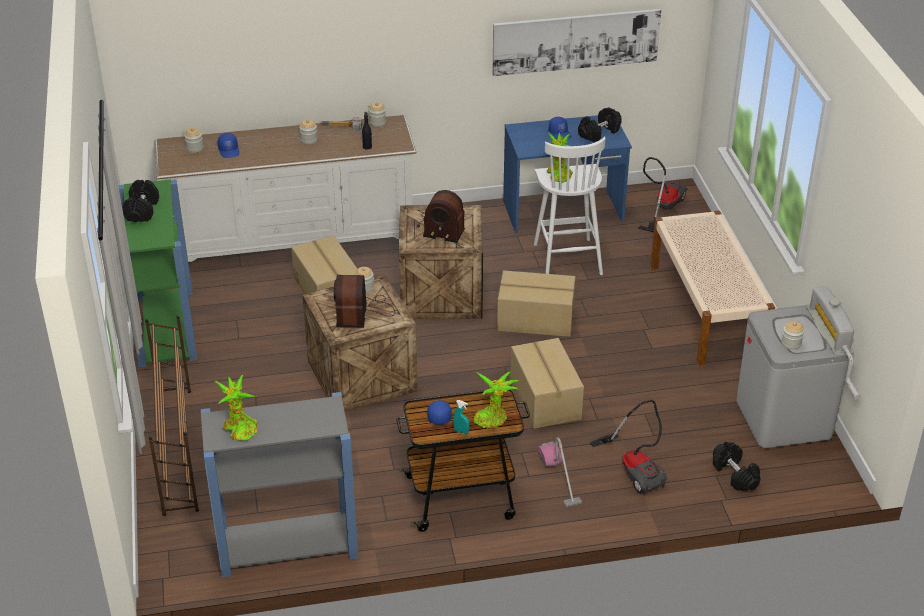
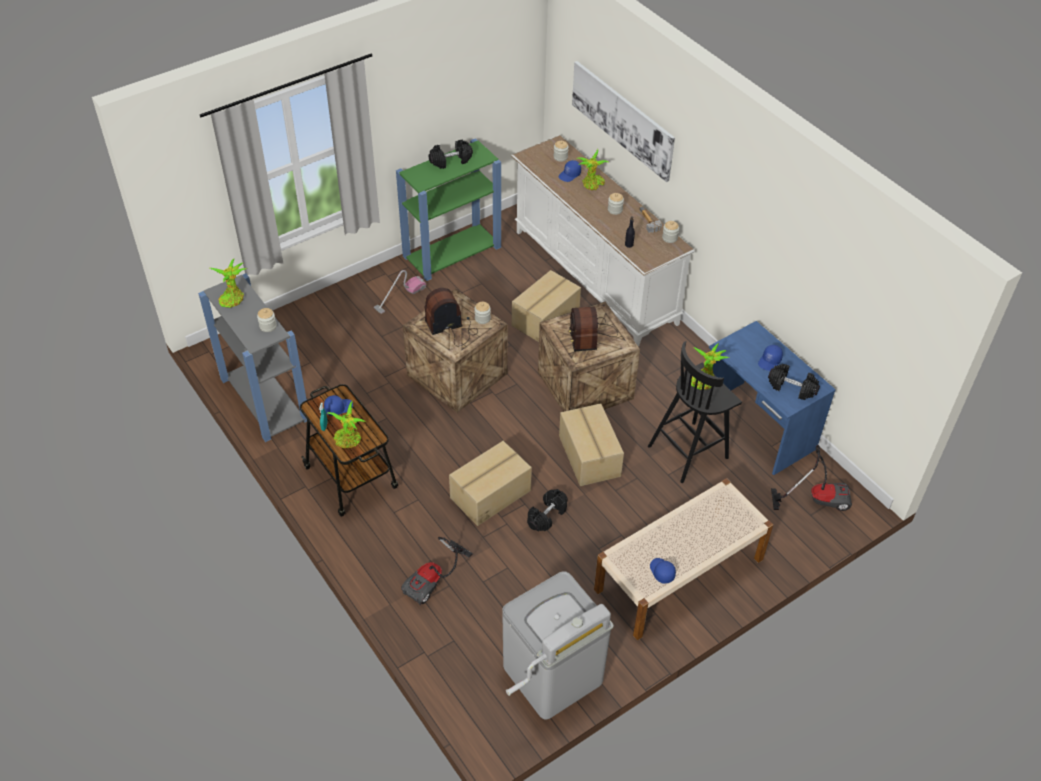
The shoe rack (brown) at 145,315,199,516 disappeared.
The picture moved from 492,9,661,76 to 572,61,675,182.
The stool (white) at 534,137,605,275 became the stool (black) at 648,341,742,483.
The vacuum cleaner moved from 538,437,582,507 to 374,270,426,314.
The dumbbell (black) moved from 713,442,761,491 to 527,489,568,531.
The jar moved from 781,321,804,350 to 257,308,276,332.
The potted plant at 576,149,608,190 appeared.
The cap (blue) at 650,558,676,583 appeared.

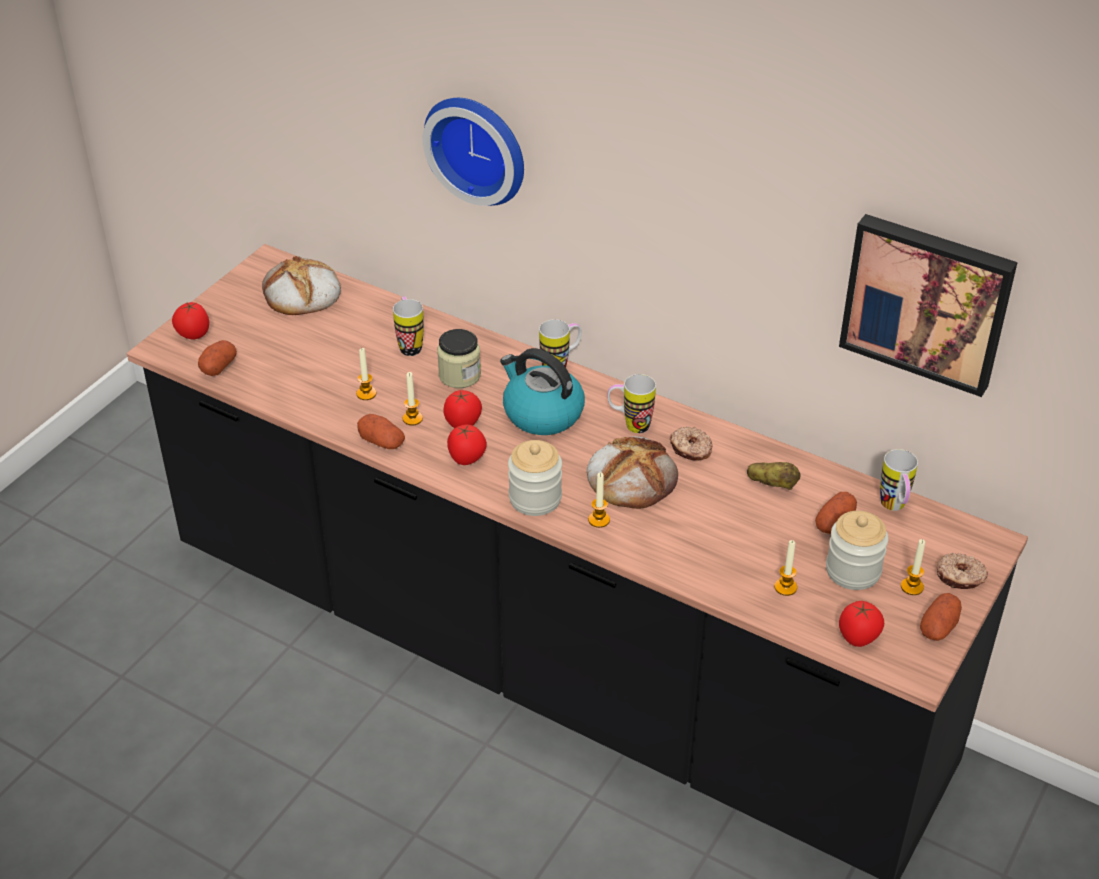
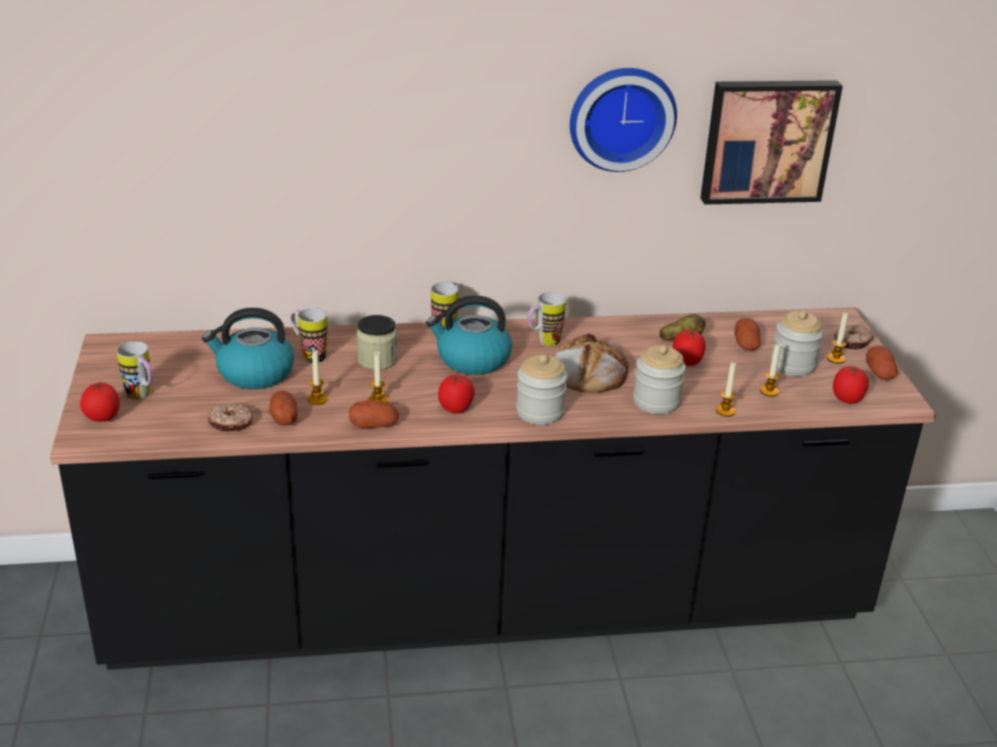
The potato moved from 198,340,237,376 to 269,391,297,426.
The bread at 262,256,341,315 disappeared.
The wall clock moved from 423,98,524,206 to 570,68,677,172.
The tomato moved from 443,390,482,428 to 672,330,706,366.
The candle moved from 588,472,610,528 to 716,362,736,417.
The donut moved from 670,426,713,461 to 207,403,253,431.
The mug moved from 880,449,918,511 to 116,341,152,400.
The kettle at 202,308,295,389 appeared.
The jar at 633,345,686,414 appeared.

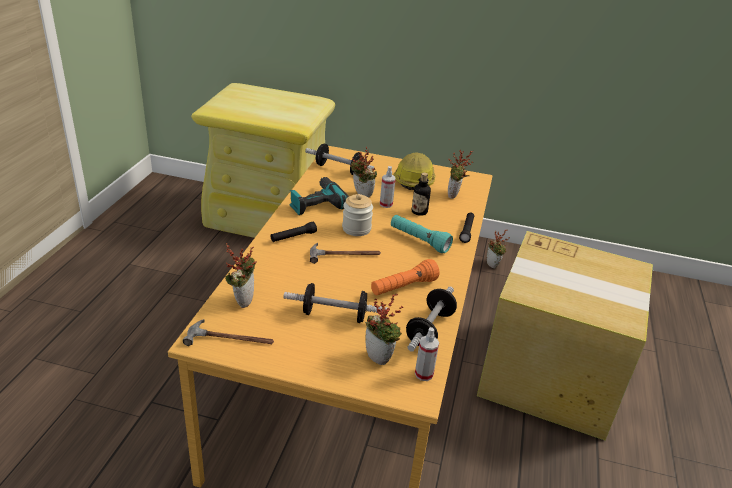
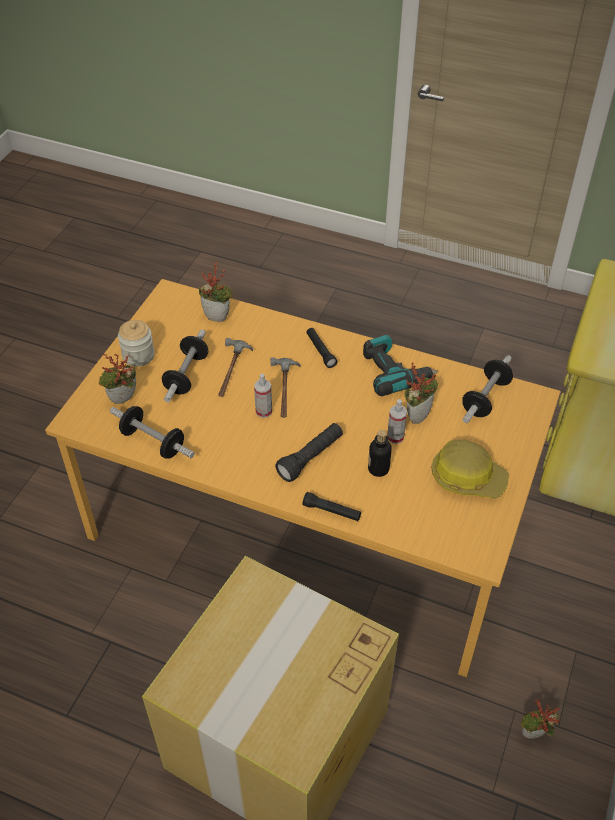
The hammer moved from 183,319,274,346 to 218,338,253,397.
The jar moved from 342,194,373,236 to 118,320,155,366.
The flashlight (orange) at 371,259,440,295 disappeared.
The flashlight (turquoise) at 391,215,453,253 became the flashlight (black) at 275,423,343,482.
The spray bottle moved from 415,327,439,381 to 254,374,272,418.
The potted plant at 448,150,474,199 disappeared.

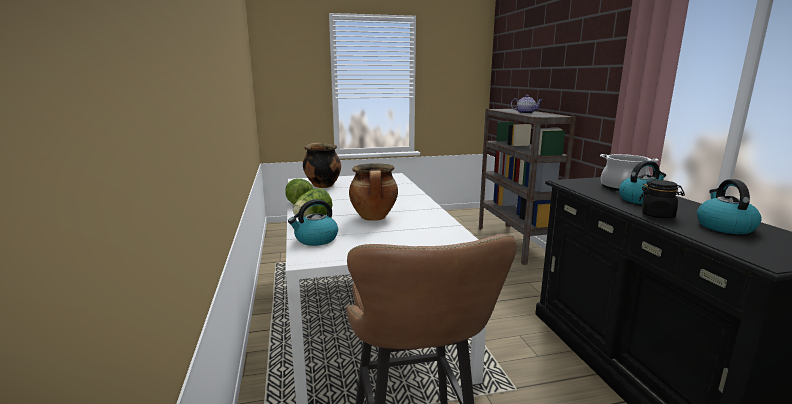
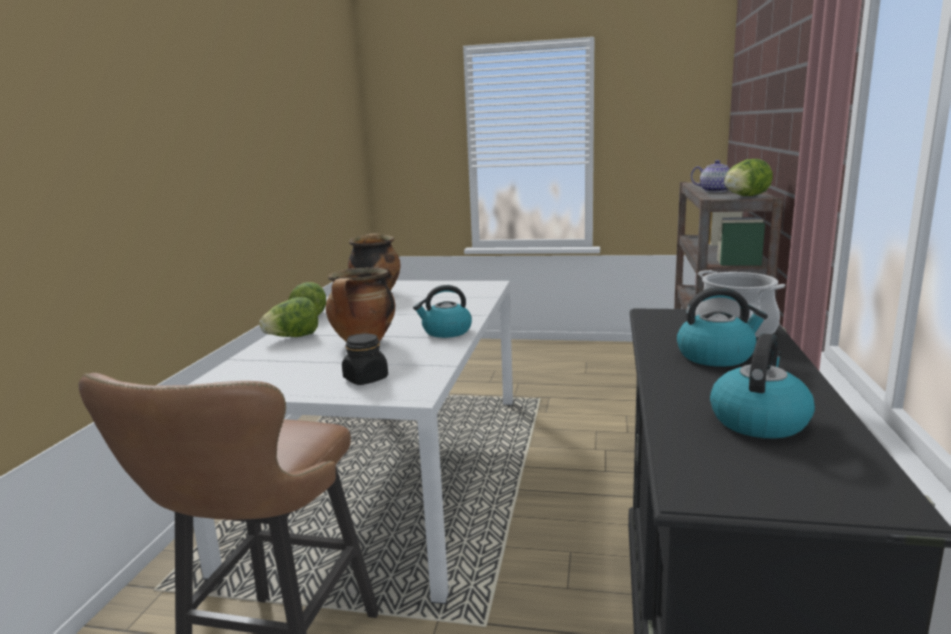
The kettle moved from 288,199,338,246 to 413,285,472,338.
The jar (black) moved from 639,180,685,218 to 342,334,388,385.
The lettuce at 724,159,773,196 appeared.

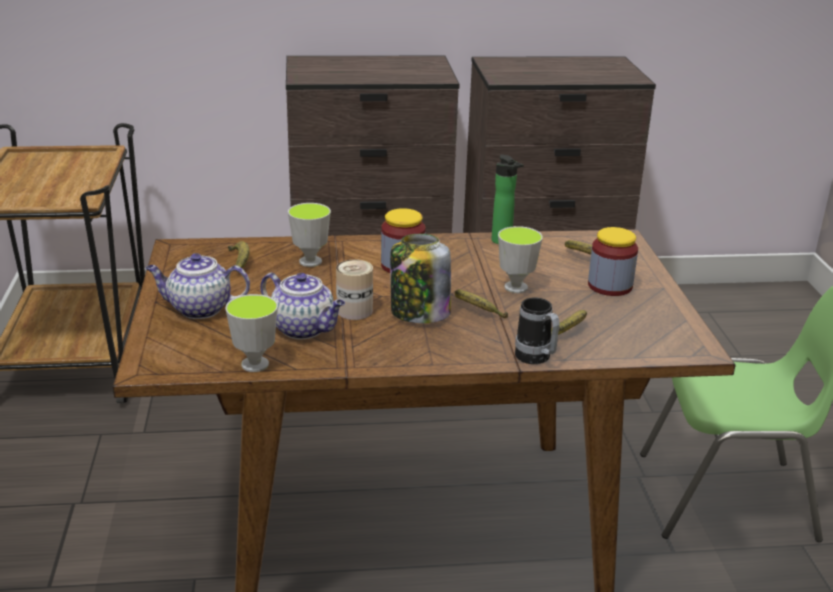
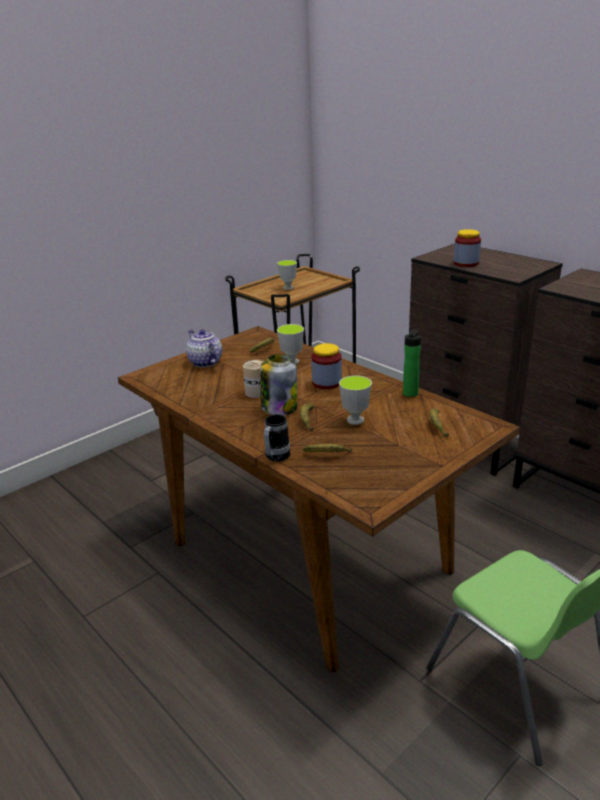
The cup moved from 226,294,278,372 to 277,260,297,290.
The teapot at 260,273,345,339 disappeared.
The jar moved from 588,227,638,296 to 454,229,481,267.

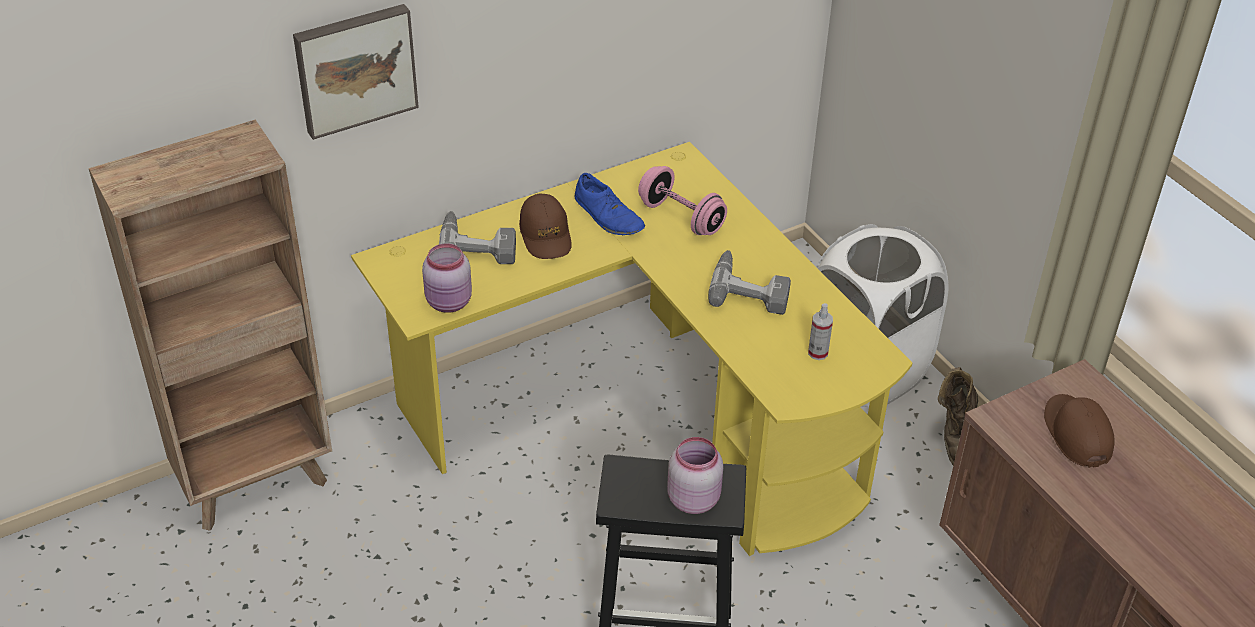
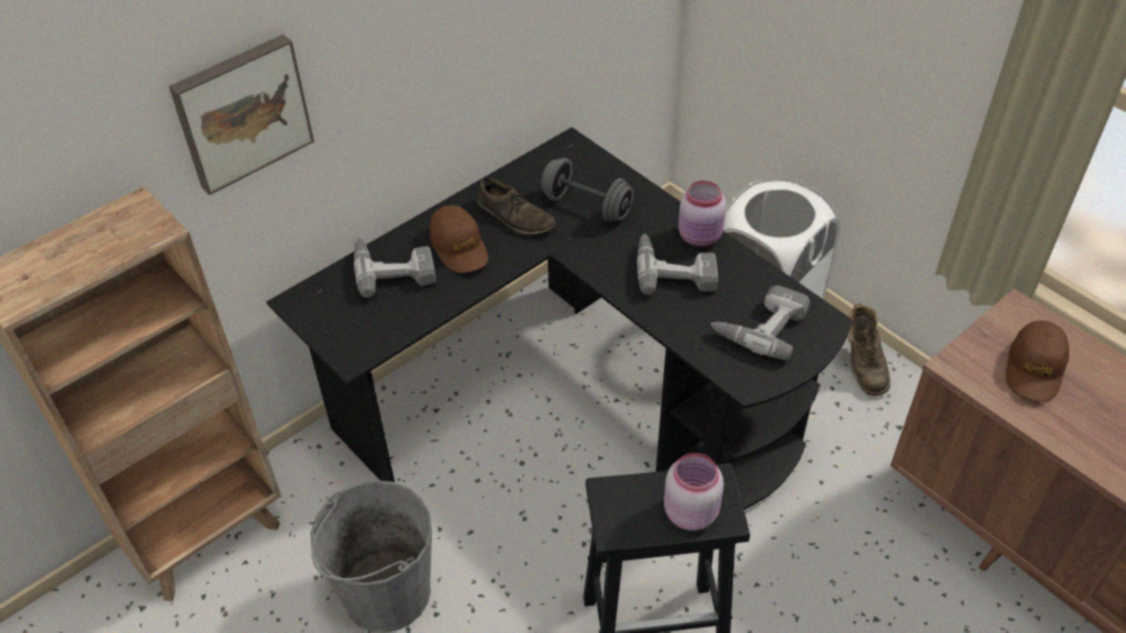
The desk (yellow) at 351,142,912,556 became the desk (black) at 267,127,853,509.
The jar (pink) moved from 422,243,472,313 to 678,181,726,247.
The shoe (blue) at 575,173,645,235 became the shoe (brown) at 477,177,556,235.
The dumbbell (pink) at 638,166,727,235 became the dumbbell (grey) at 541,158,634,222.
The spray bottle at 808,303,833,360 was replaced by the power drill at 711,285,810,360.
The cap (brown) at 1044,394,1115,468 turned 135 degrees counterclockwise.
The bucket (grey) at 311,480,432,633 appeared.

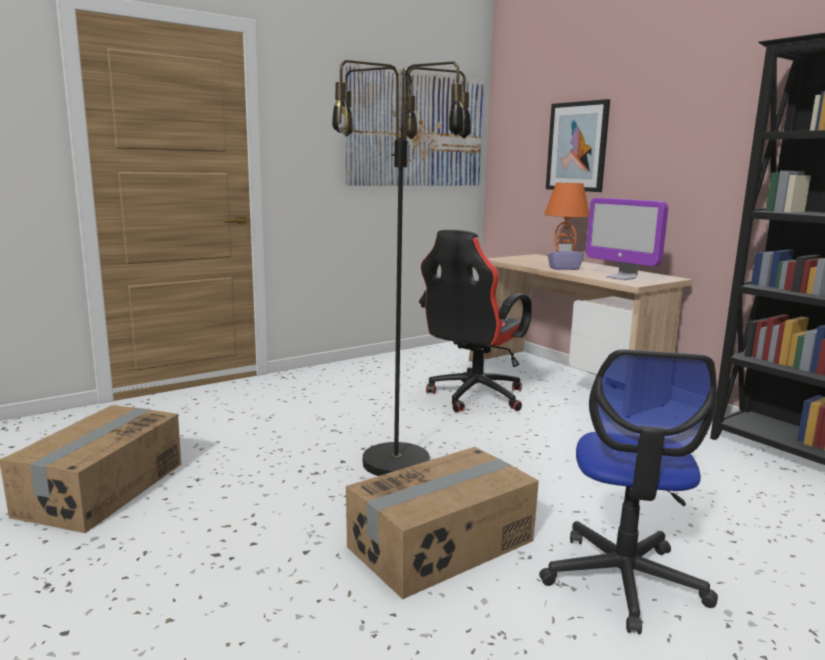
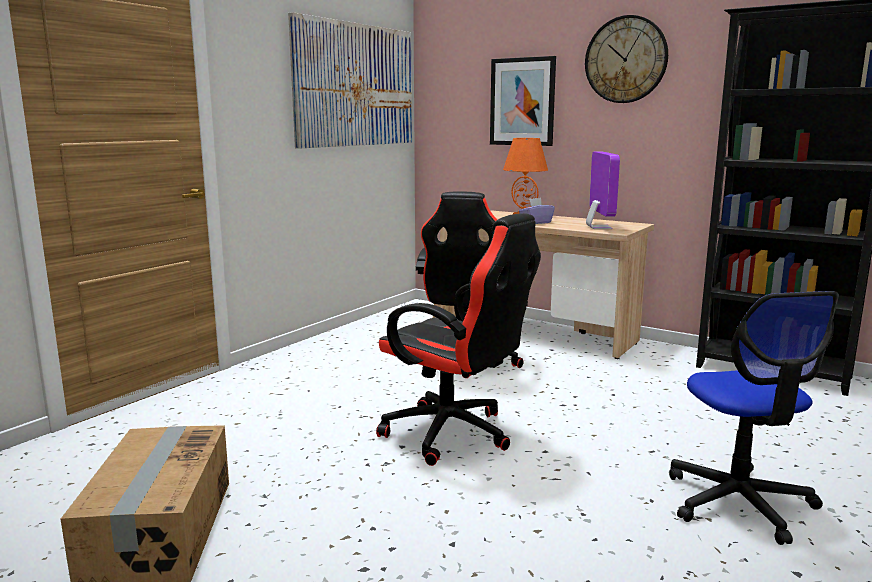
The floor lamp at 332,60,471,476 was replaced by the office chair (black) at 376,213,541,466.
The cardboard box at 346,447,539,599 disappeared.
The monitor at 586,198,668,280 turned 120 degrees counterclockwise.
The wall clock at 585,15,668,103 appeared.

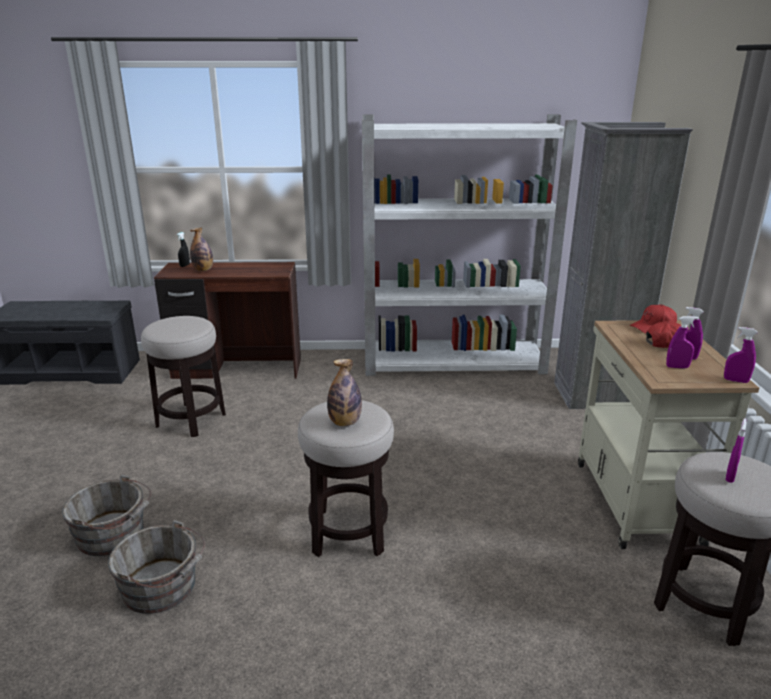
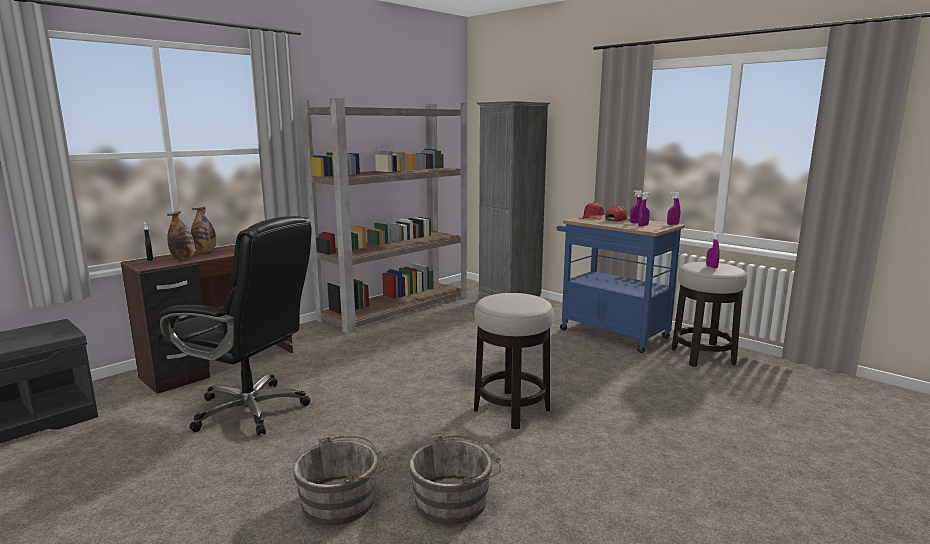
The stool at 141,316,226,437 was replaced by the office chair (black) at 156,216,311,436.
The bottle moved from 327,359,362,426 to 191,207,216,252.
The bookcase (white) at 362,114,577,376 became the bookcase (brown) at 301,98,467,334.
The cart (beige) at 578,320,759,549 became the cart (blue) at 557,215,685,353.

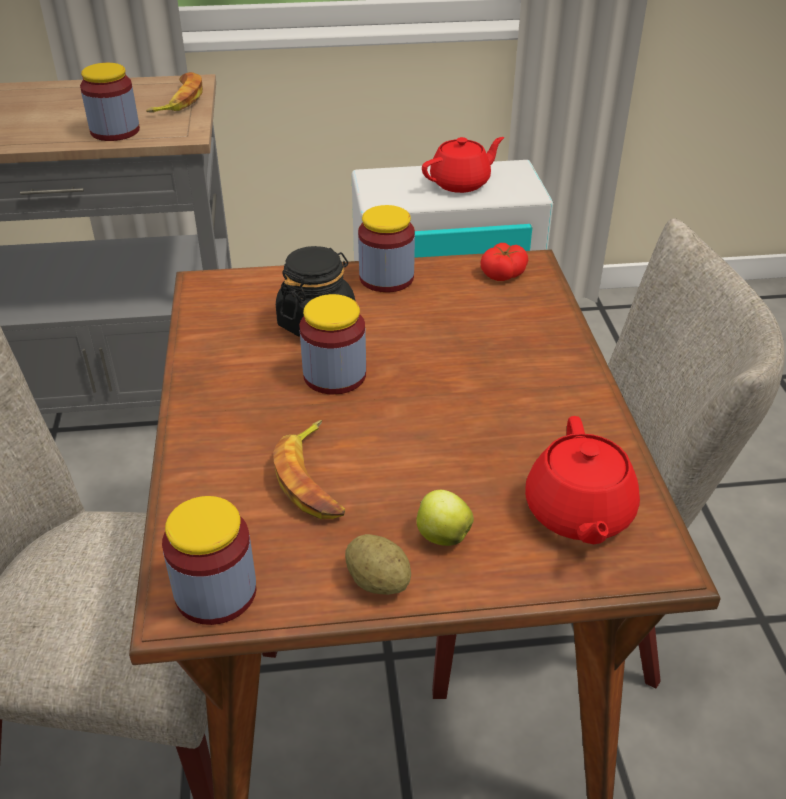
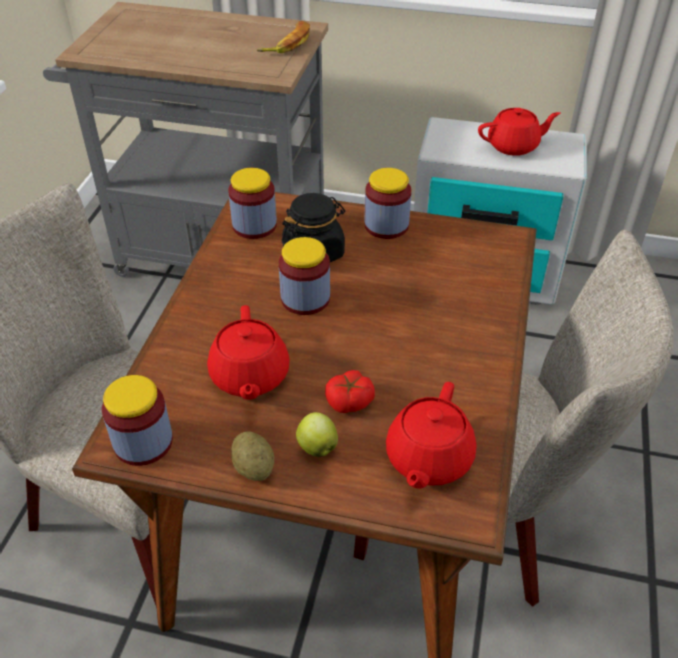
The jar moved from 80,63,140,141 to 228,168,277,239.
The banana at 273,420,345,520 was replaced by the teapot (red) at 207,305,290,400.
The tomato moved from 481,243,528,281 to 325,370,375,413.

